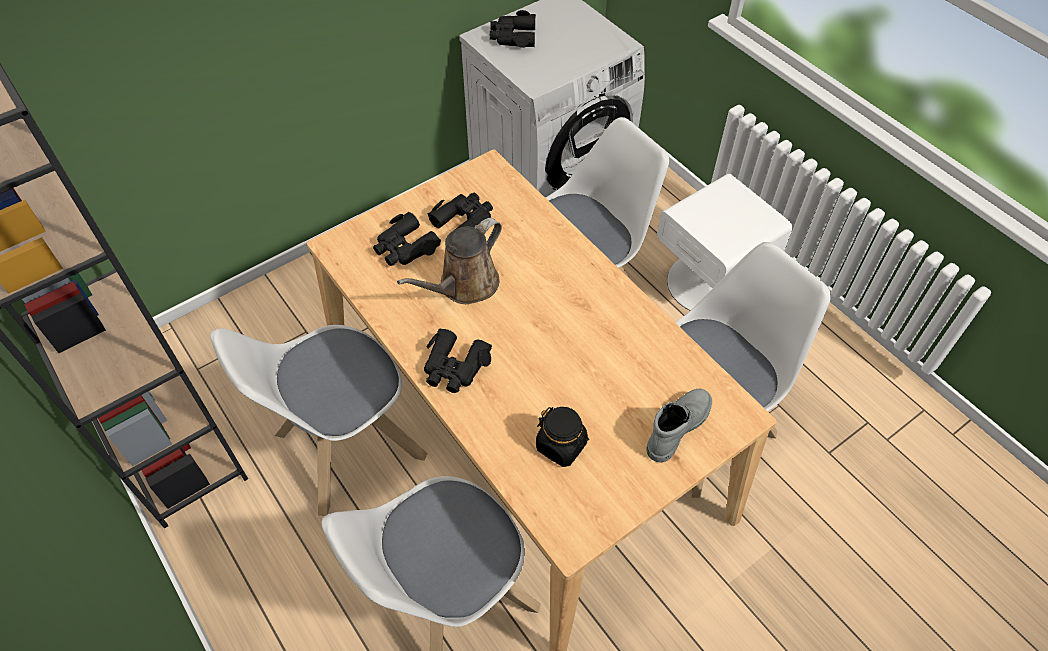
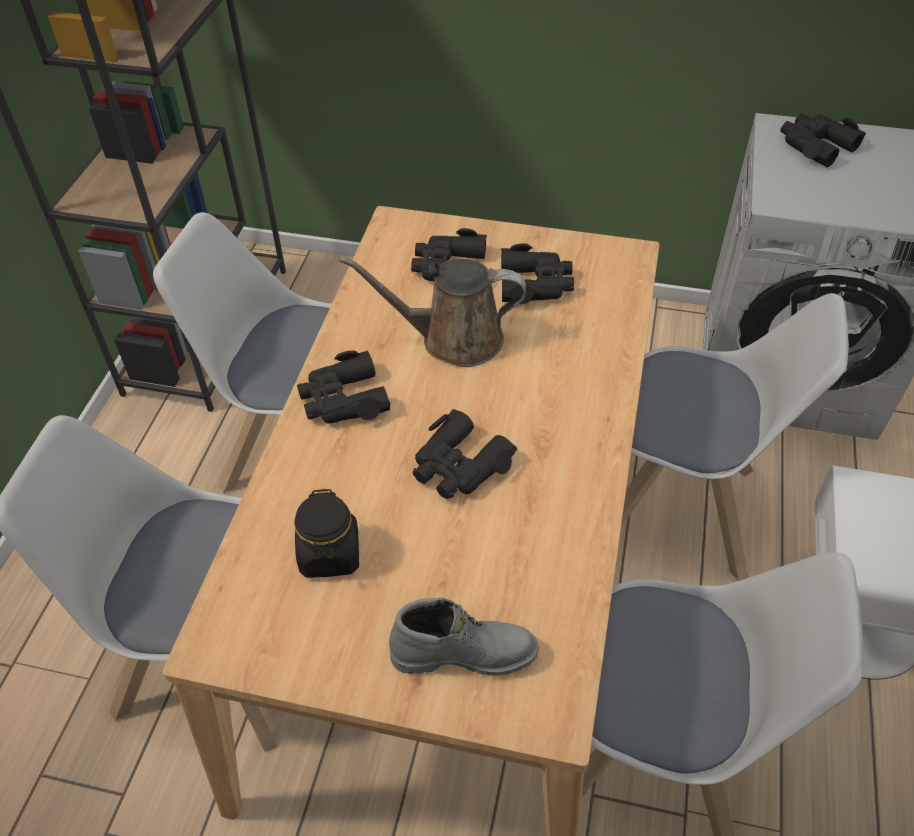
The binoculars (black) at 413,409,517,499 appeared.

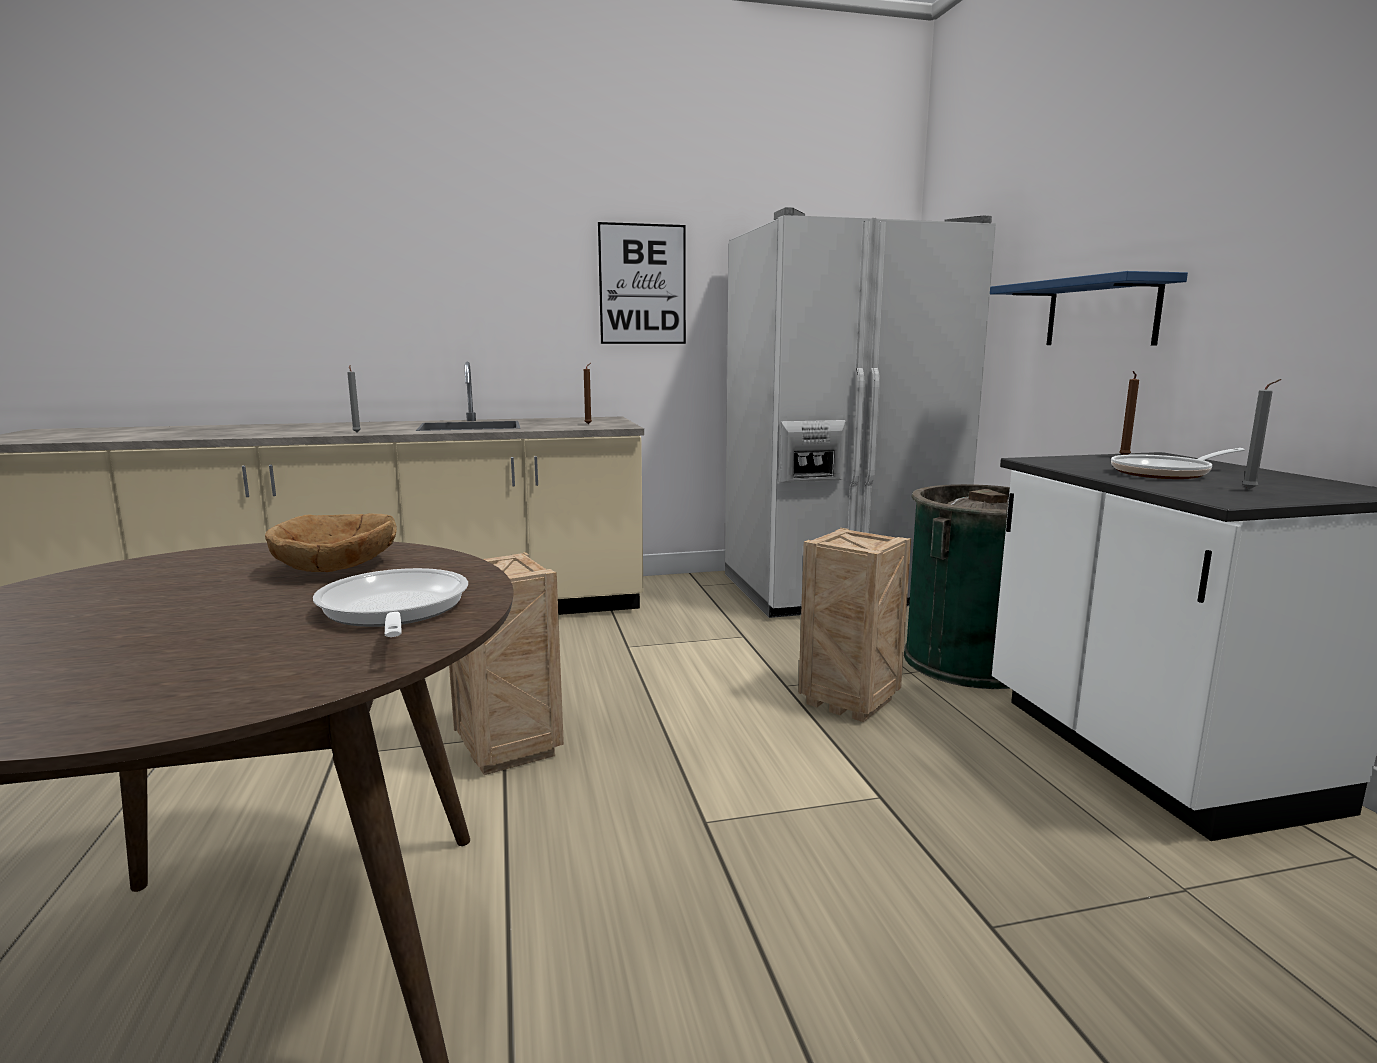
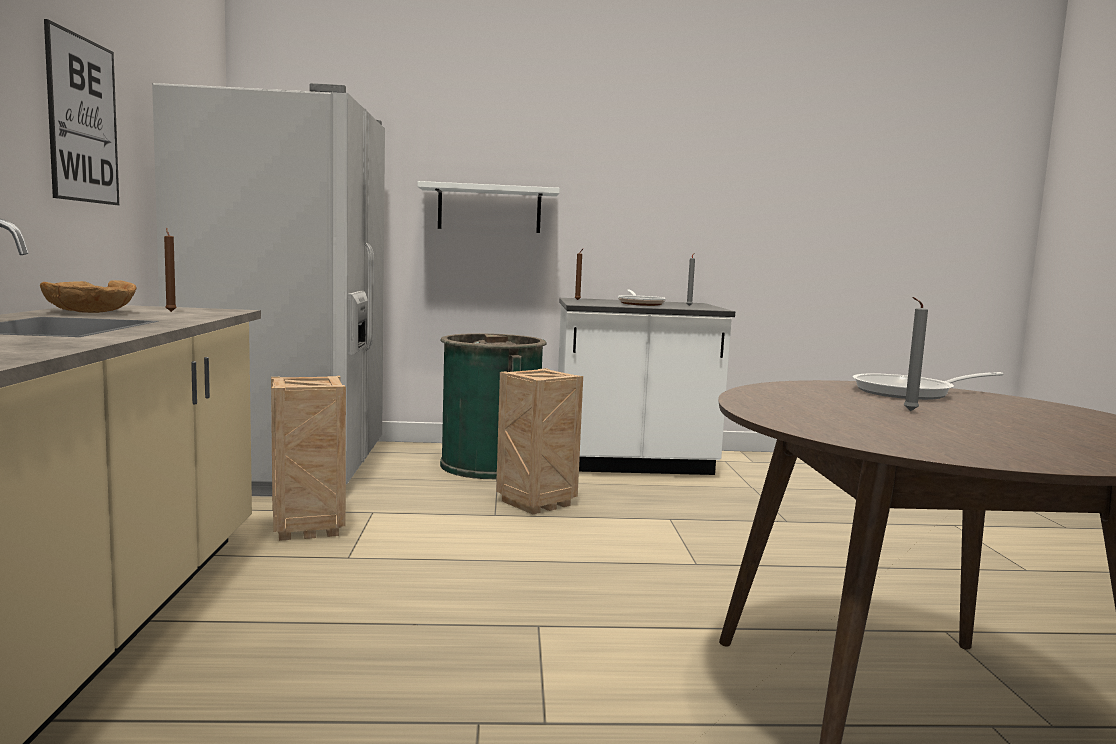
The bowl (brown) moved from 265,513,396,572 to 40,280,137,313.
The candle (grey) moved from 347,365,361,432 to 903,297,928,411.
The crate moved from 449,552,564,775 to 271,376,346,541.
The shelf (blue) at 990,271,1188,346 became the shelf (white) at 417,181,560,233.

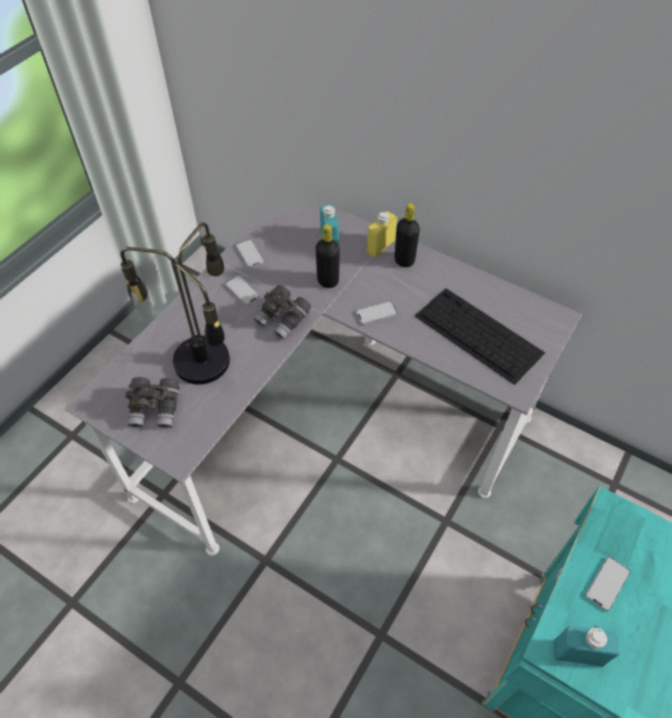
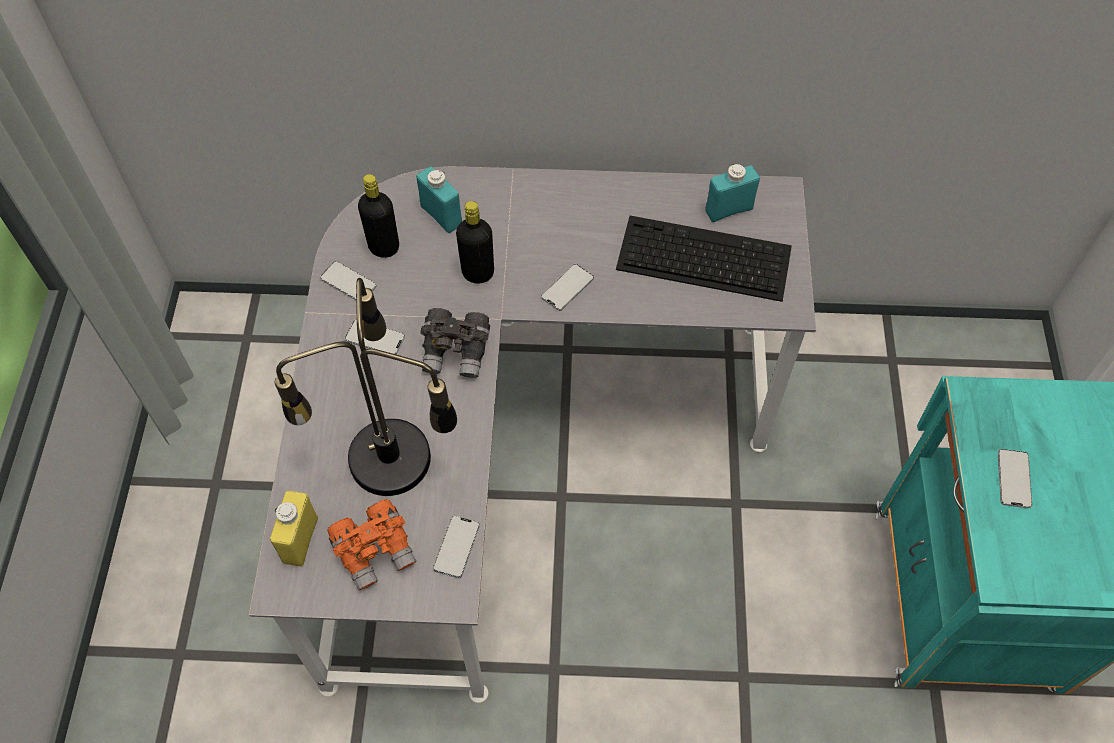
The binoculars (grey) at 125,377,180,428 became the binoculars (orange) at 327,499,417,590.
The bottle (yellow) moved from 367,211,397,258 to 270,491,318,566.
The bottle (black) moved from 394,203,420,267 to 358,174,399,258.
The bottle (turquoise) moved from 554,626,620,667 to 705,164,760,222.
The phone at 433,516,480,578 appeared.

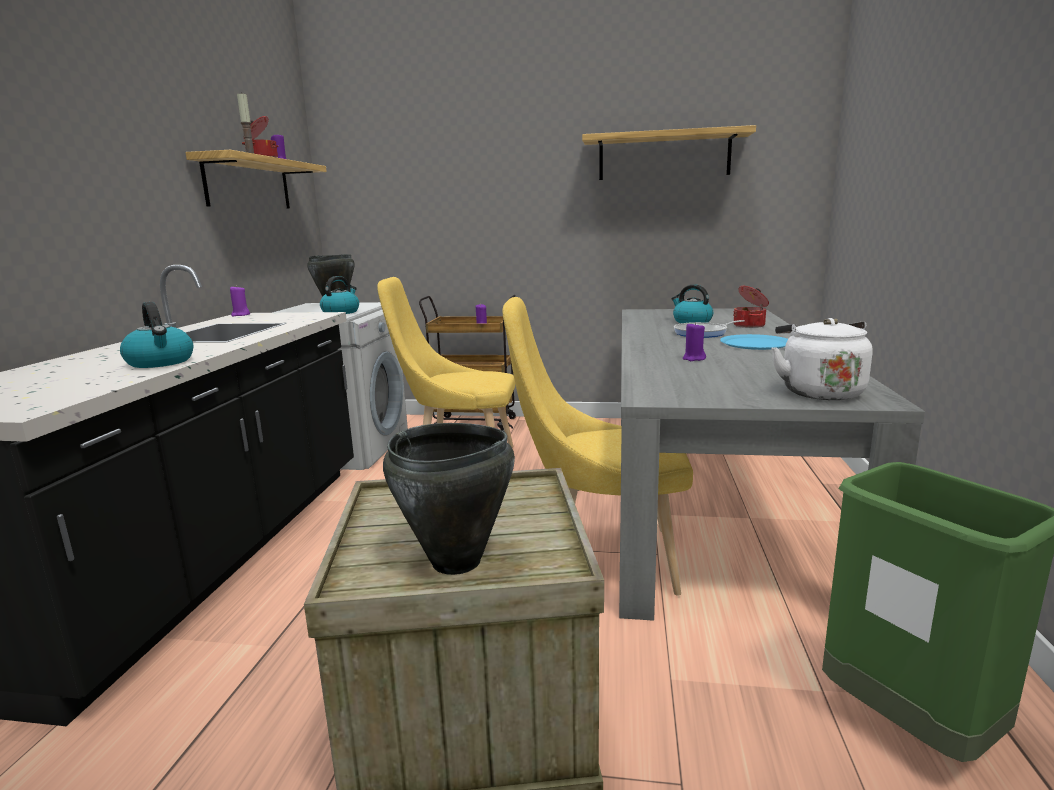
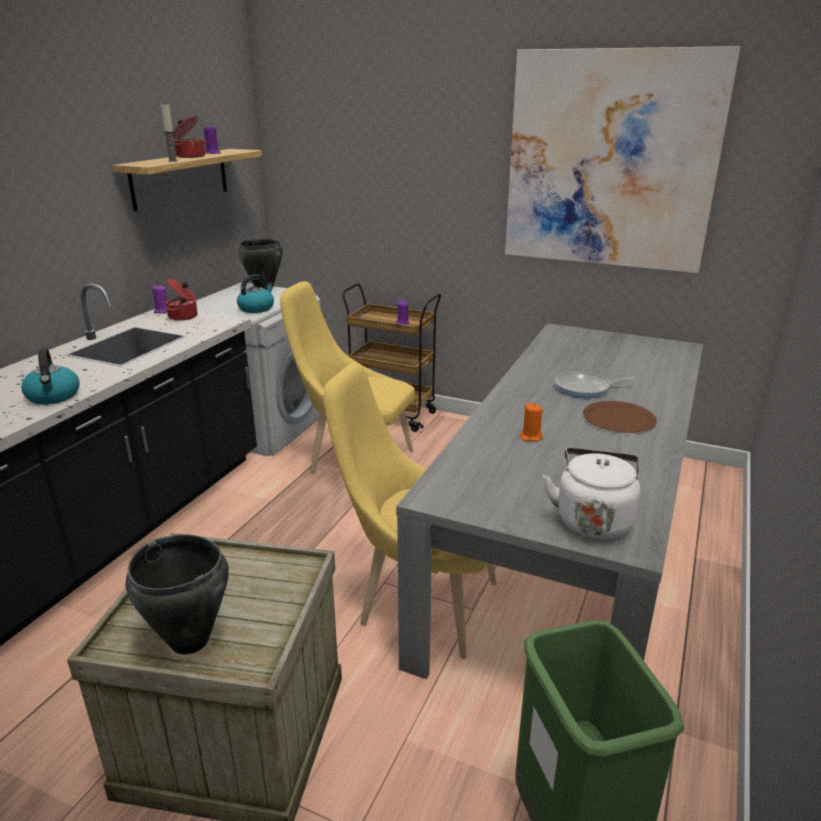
The shelf at 582,125,756,180 was replaced by the picture at 505,46,741,273.
The kettle at 671,285,713,323 disappeared.
The candle (purple) at 683,322,706,361 became the candle (orange) at 519,403,543,442.
The plate (blue) at 720,334,788,350 became the plate (brown) at 583,401,657,433.
The cooking pot moved from 733,286,769,328 to 166,279,198,321.

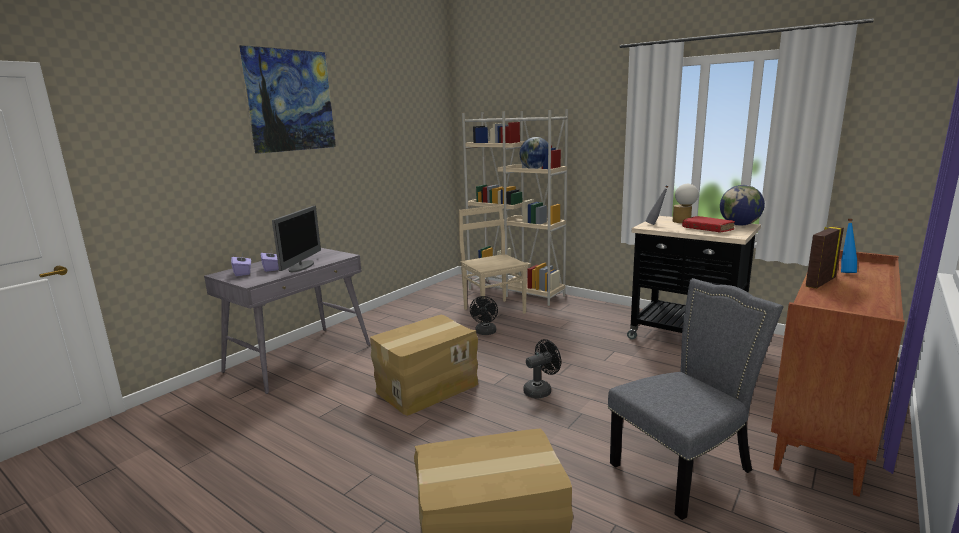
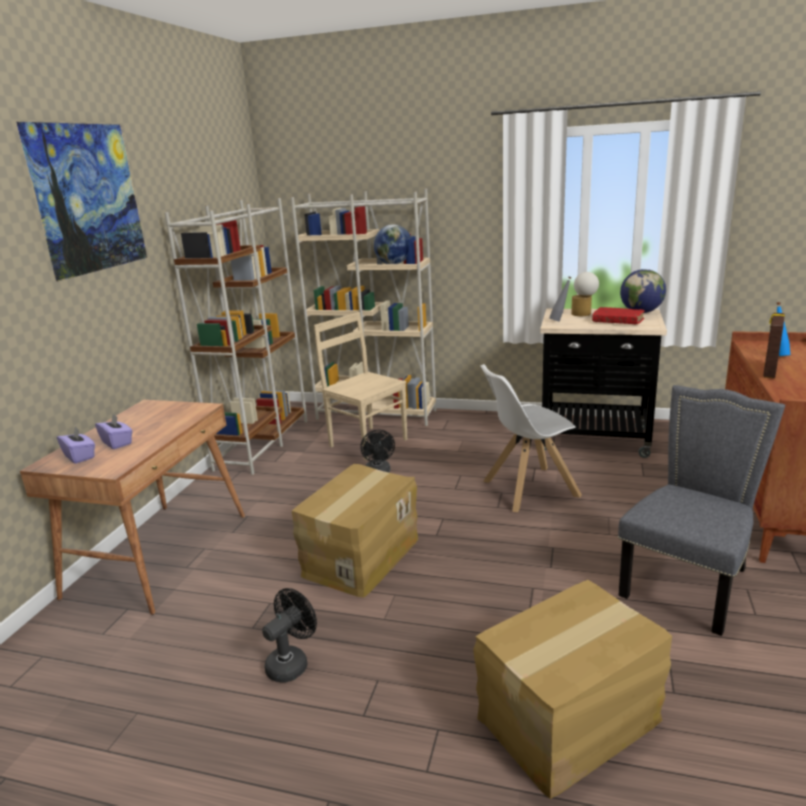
The desk (grey) at 204,248,370,394 became the desk (brown) at 20,400,245,615.
The monitor at 272,206,321,272 disappeared.
The fan (black) moved from 523,339,561,399 to 262,588,317,683.
The bookcase (brown) at 164,198,308,475 appeared.
The chair at 480,364,582,512 appeared.

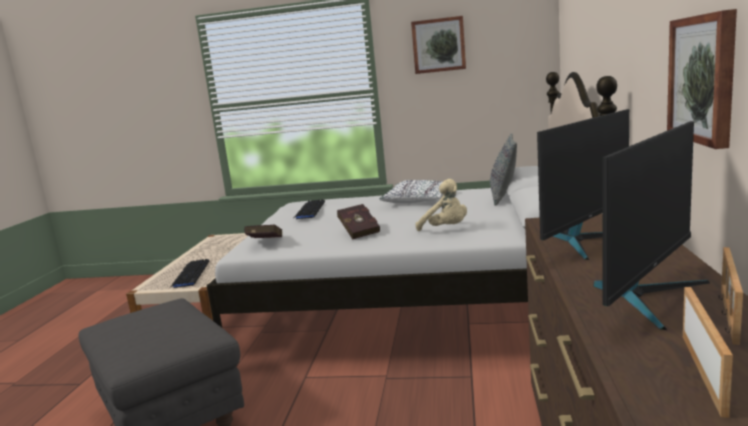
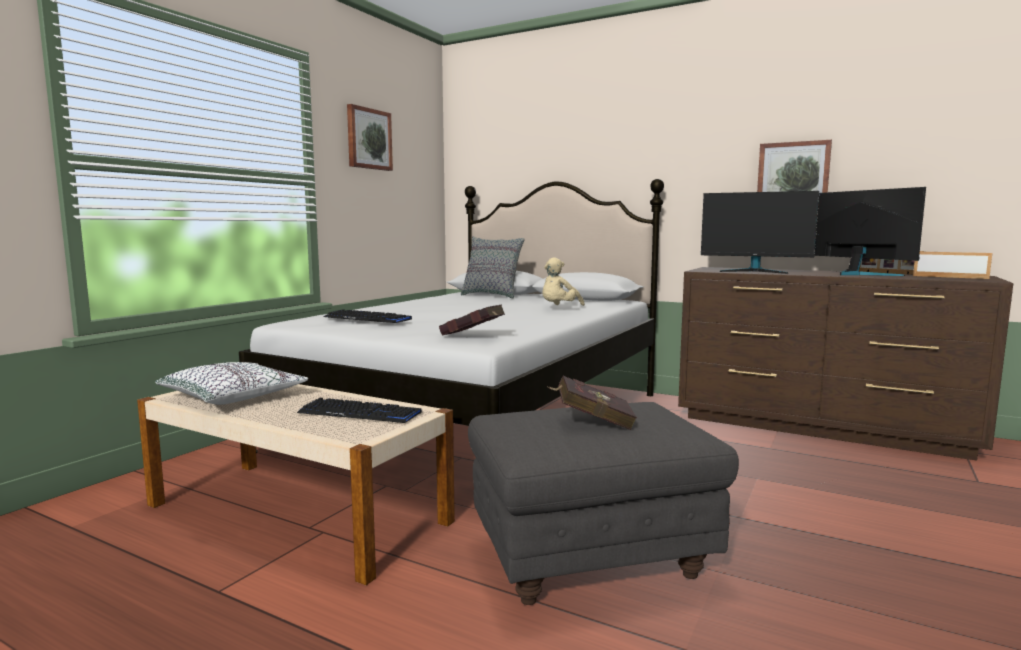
The book (red) moved from 337,204,380,239 to 548,376,637,430.
The pillow (white) moved from 379,180,444,203 to 155,362,308,405.
The plush toy (beige) at 415,179,467,231 turned 150 degrees clockwise.
The monitor at 537,109,629,260 turned 135 degrees clockwise.

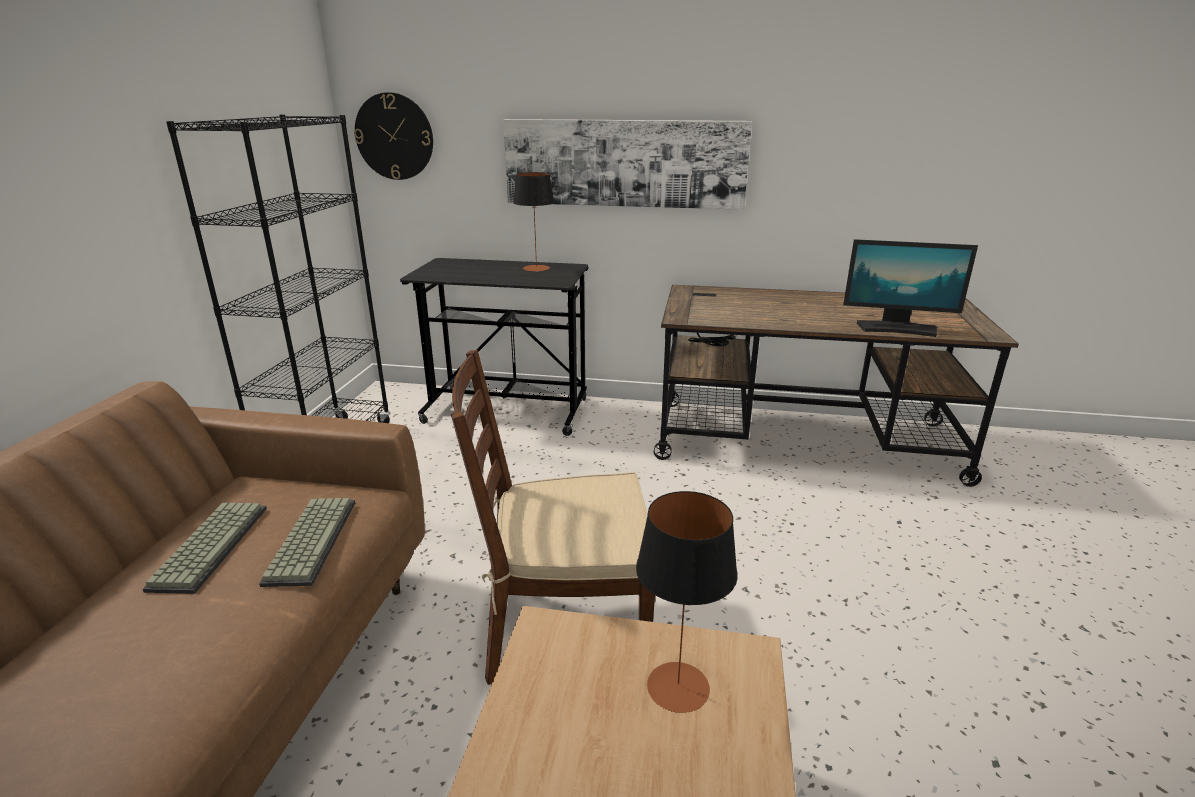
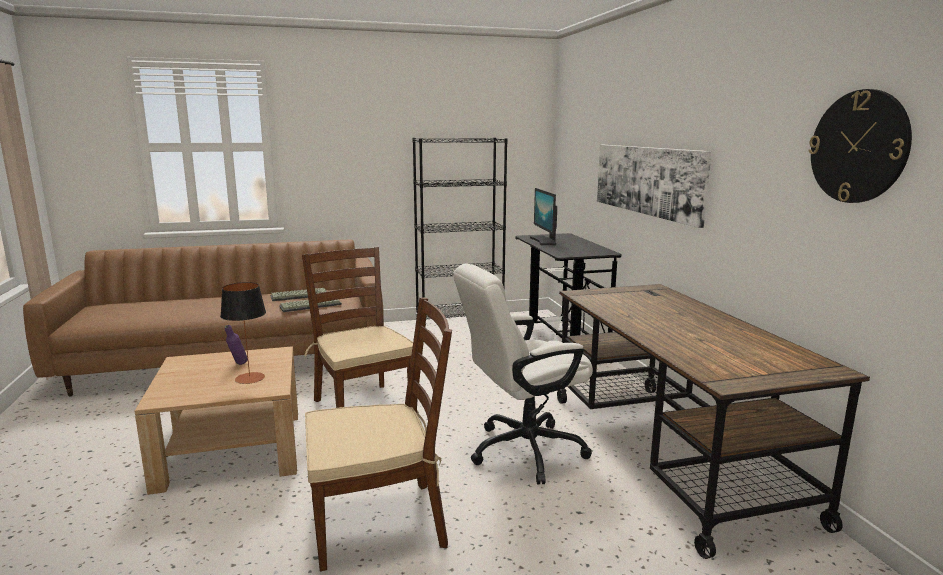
The wall clock moved from 354,92,433,180 to 809,89,912,203.
The table lamp at 513,172,555,271 disappeared.
The monitor moved from 843,239,978,337 to 530,188,557,245.
The bottle (purple) at 225,325,248,365 appeared.
The chair (brown) at 305,297,452,571 appeared.
The office chair (white) at 453,264,593,485 appeared.

